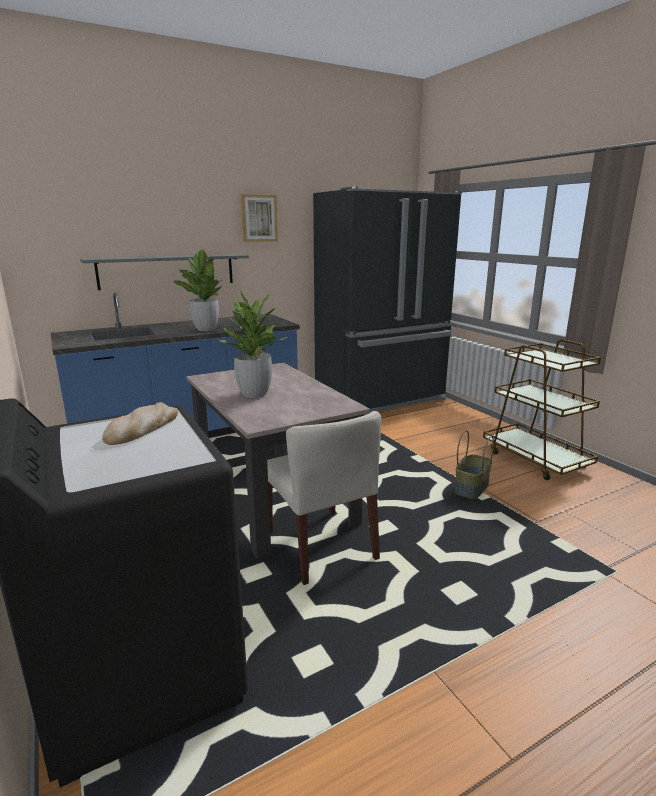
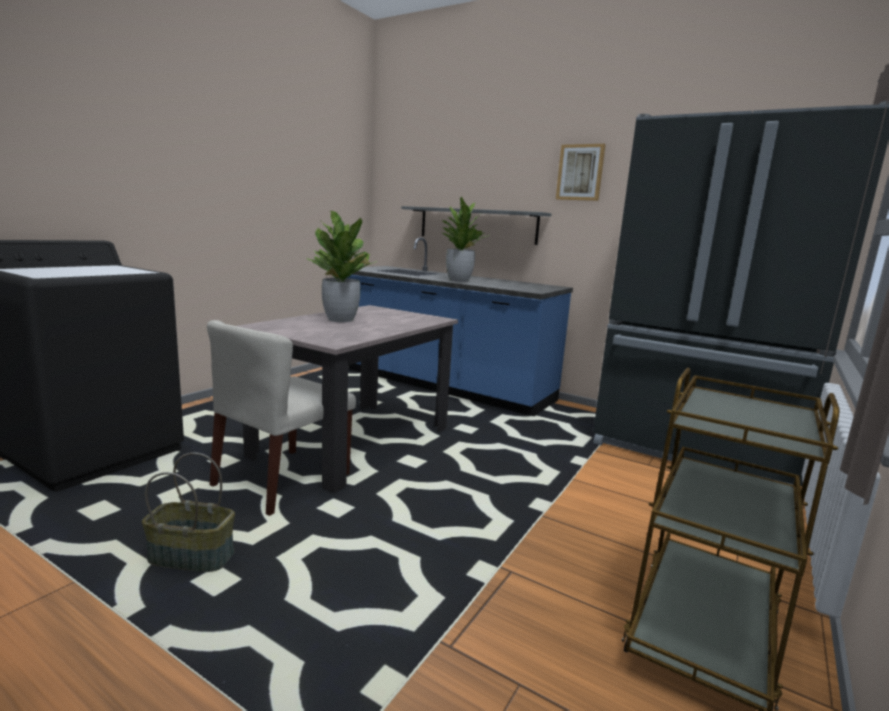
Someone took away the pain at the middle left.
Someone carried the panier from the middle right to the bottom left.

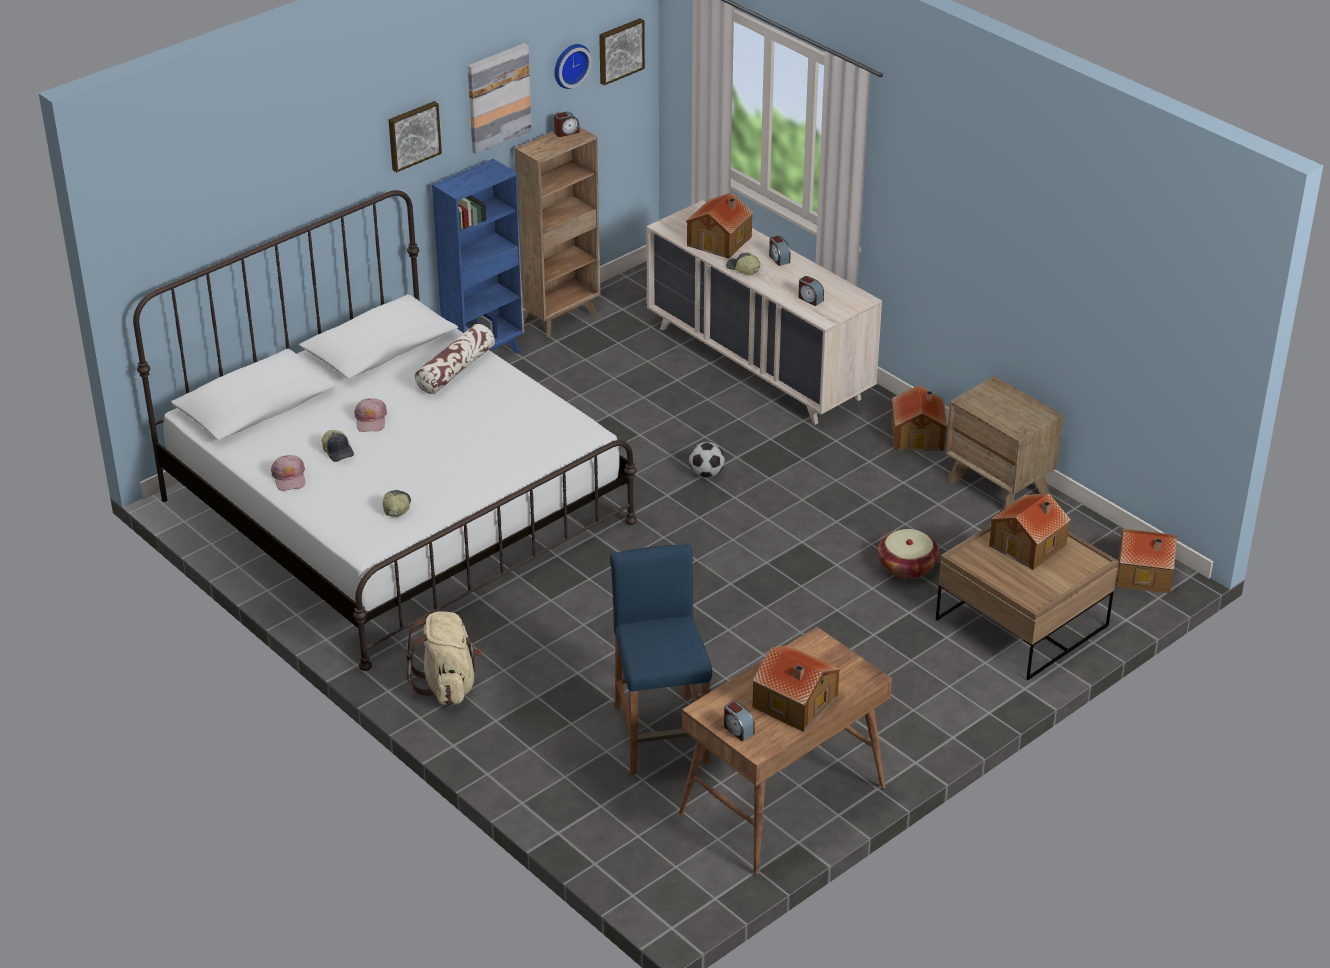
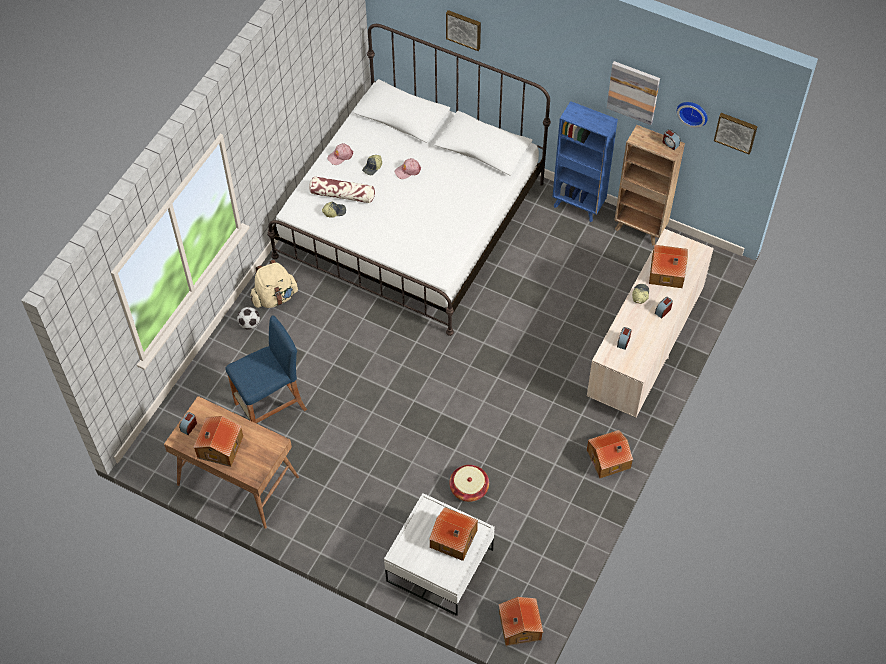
Someone carried the tableau (no. 1 from left) from the top left to the top centre.
Someone carried the coussin from the centre to the top centre.
Someone carried the ballon de foot from the centre to the middle left.
Someone repainted the table basse (marron) at the middle right, which became the table basse (blanc) at the bottom centre.
Someone took away the table de chevet (marron) at the middle right.

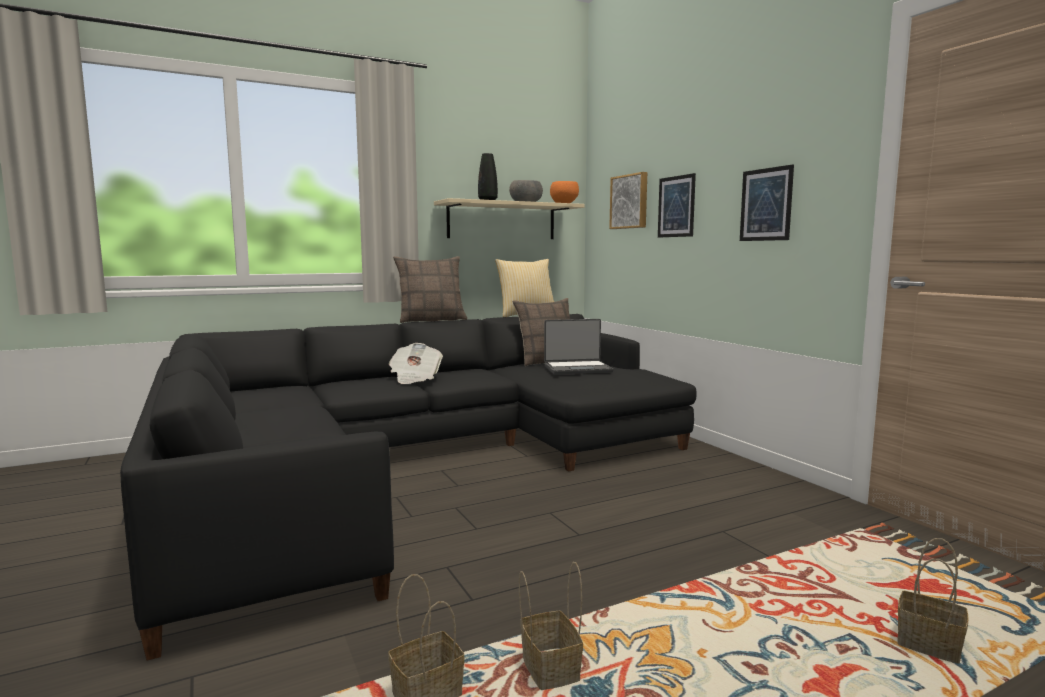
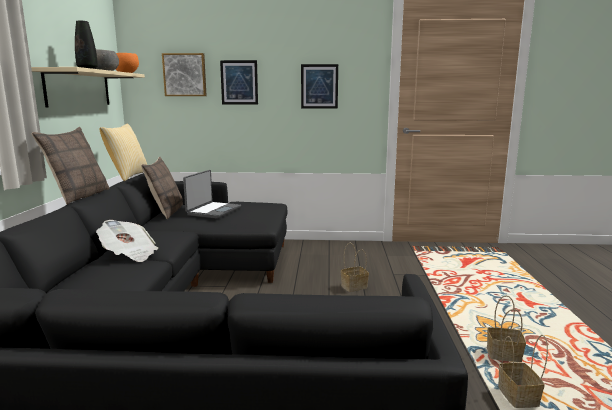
Someone carried the panier (no. 3 from left in the first image) from the bottom right to the centre.

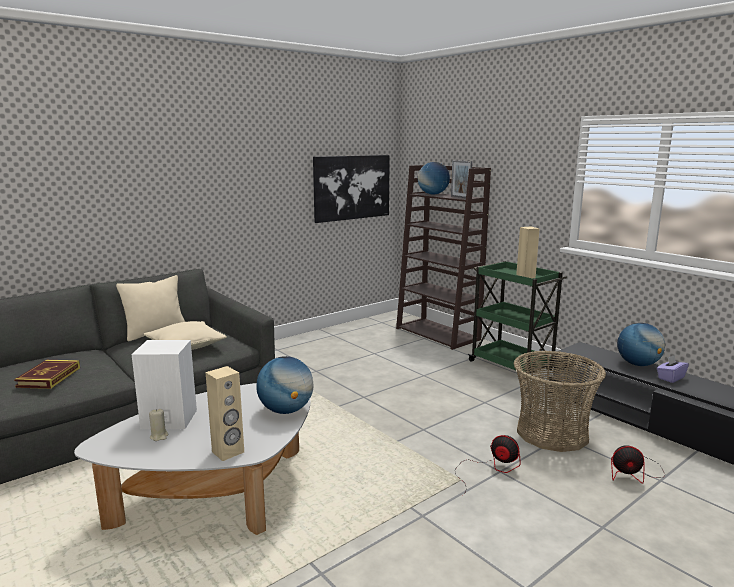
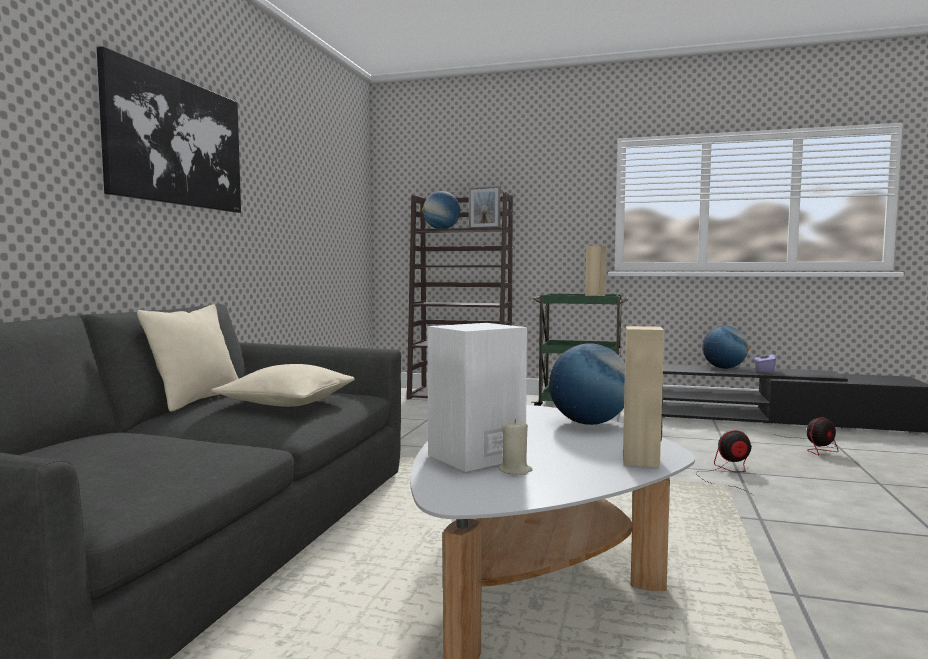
Someone took away the livre at the middle left.
Someone carried the tableau from the top centre to the top left.
Someone took away the panier at the bottom right.

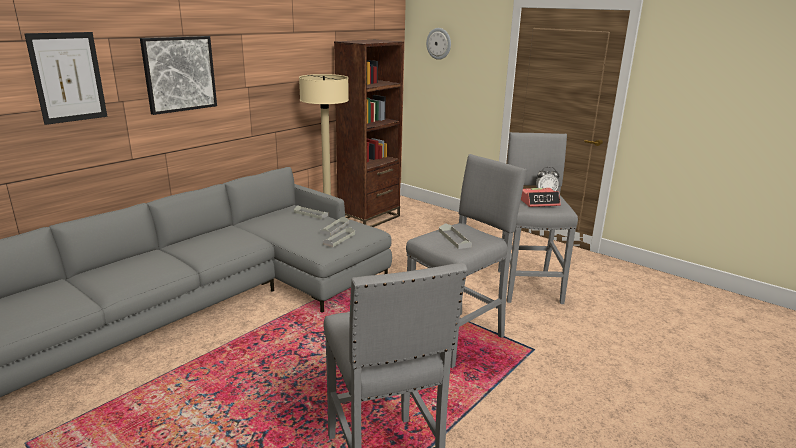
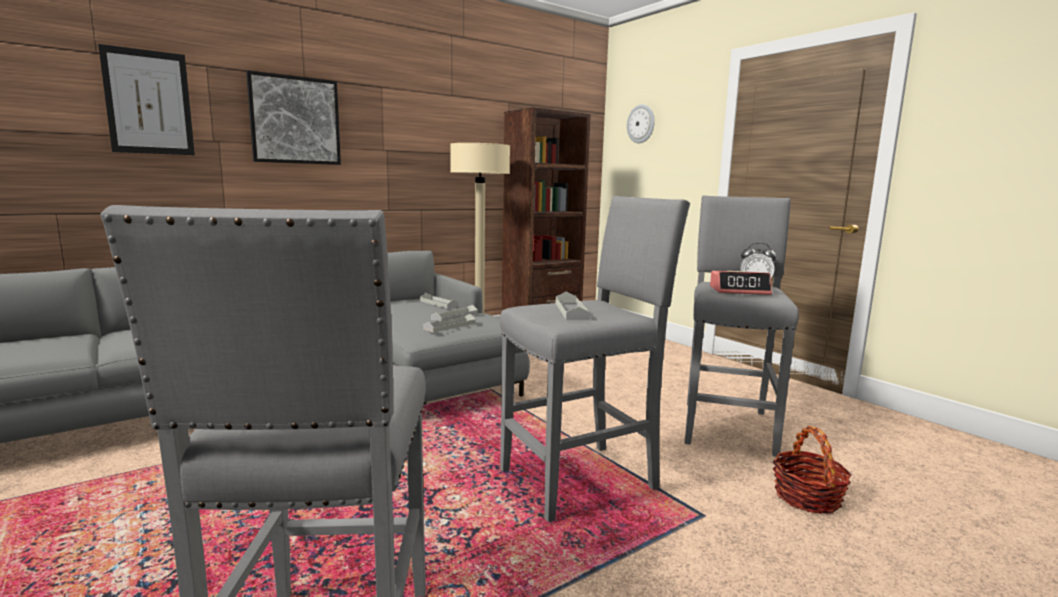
Someone put down the panier at the bottom right.

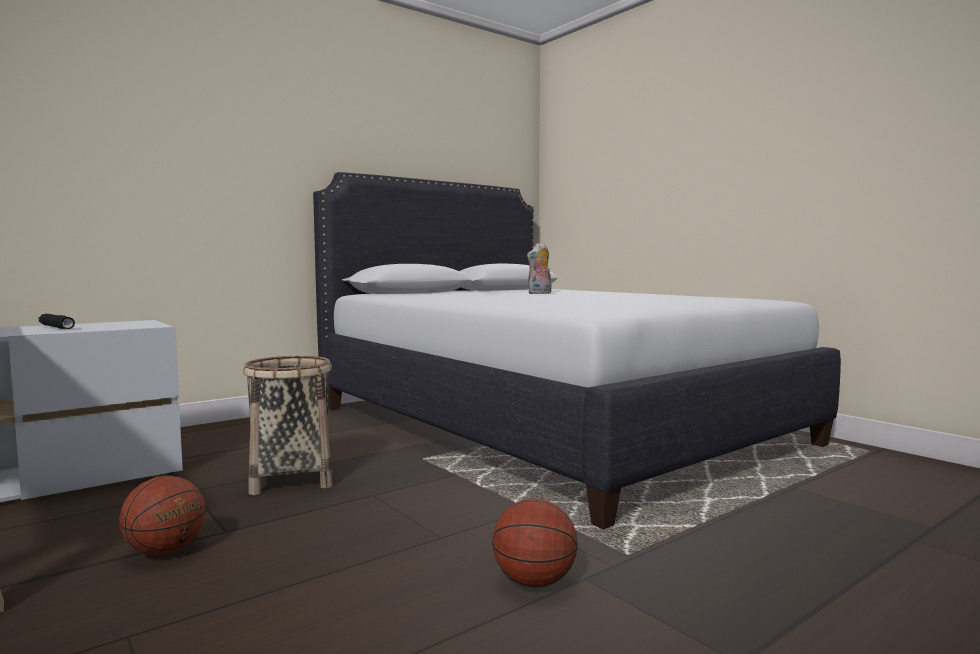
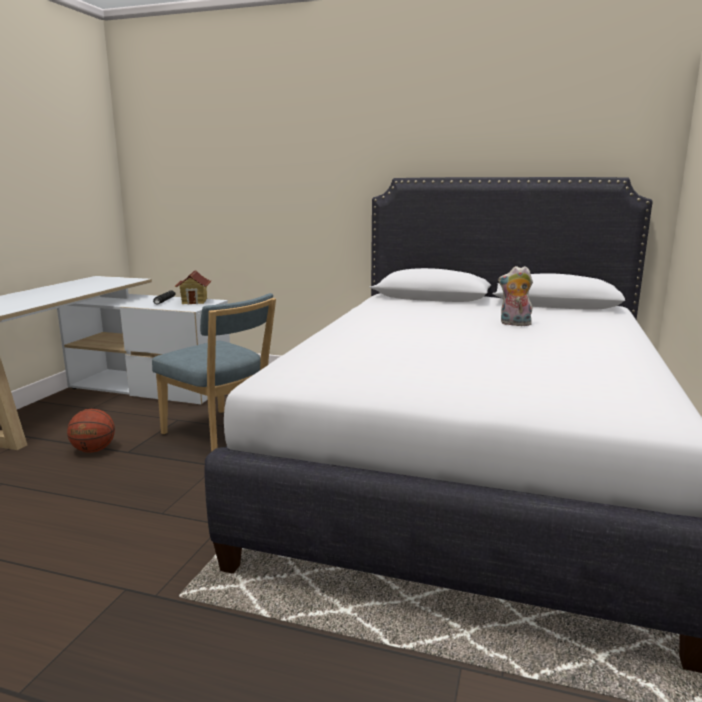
Someone swapped the panier at the middle left for the chaise (bleu) at the middle left.
Someone took away the ballon de basket (no. 2 from left) at the bottom centre.
Someone put down the maison miniature at the middle left.

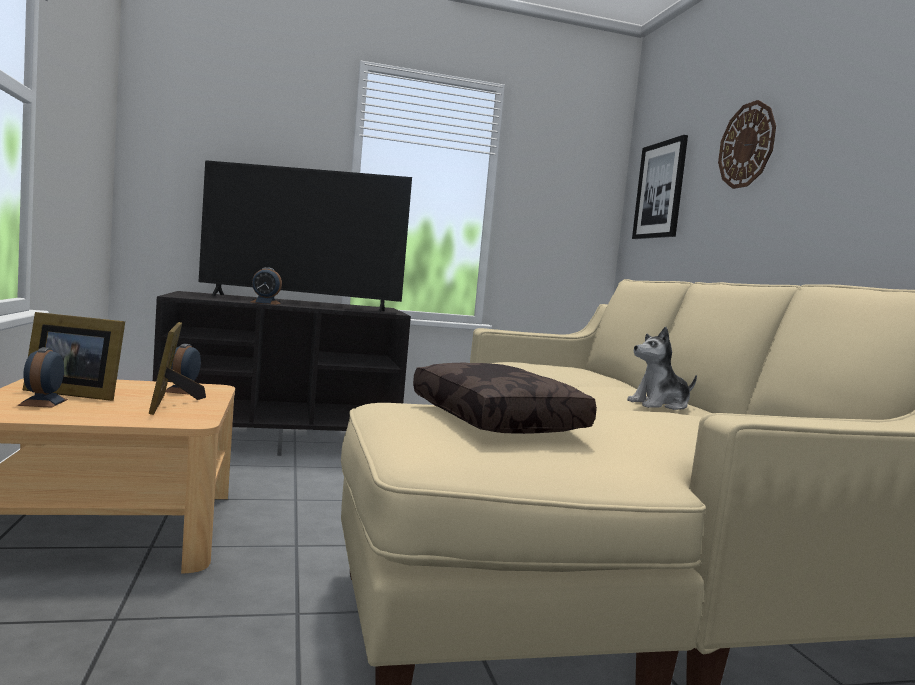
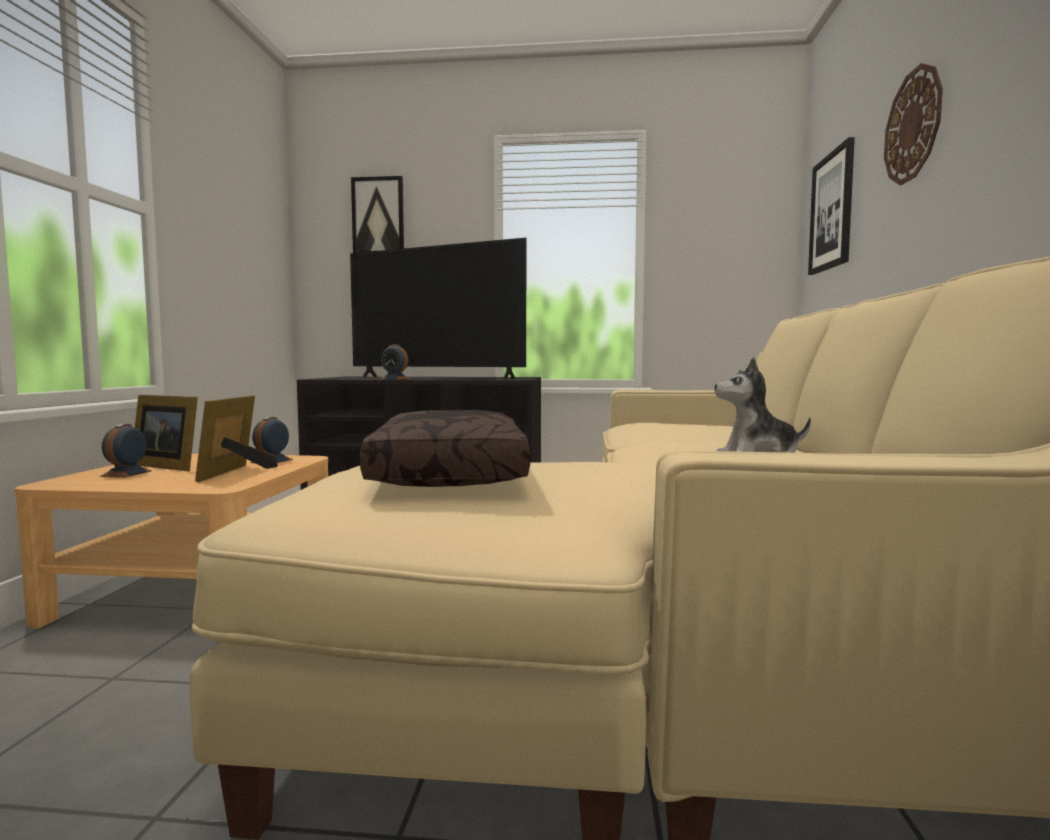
Someone put up the tableau (no. 1 from left) at the top centre.

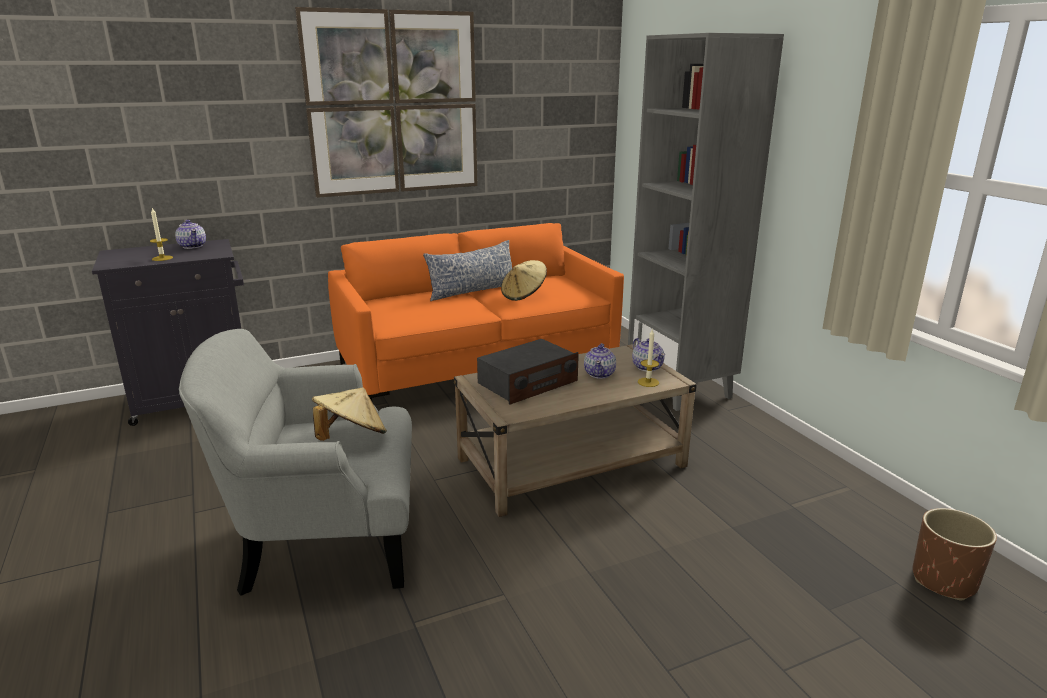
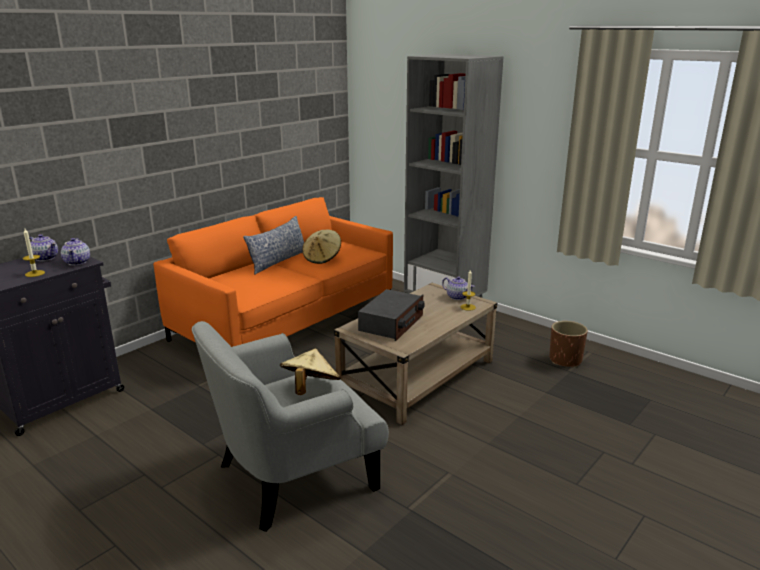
Someone took away the tableau at the top centre.
Someone carried the théière (no. 2 from left) from the centre to the middle left.
Someone carried the cache-pot (marron) from the bottom right to the middle right.

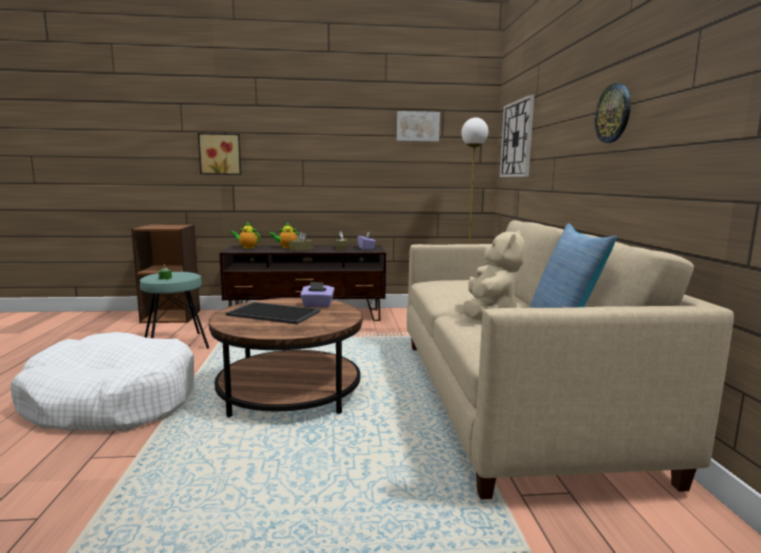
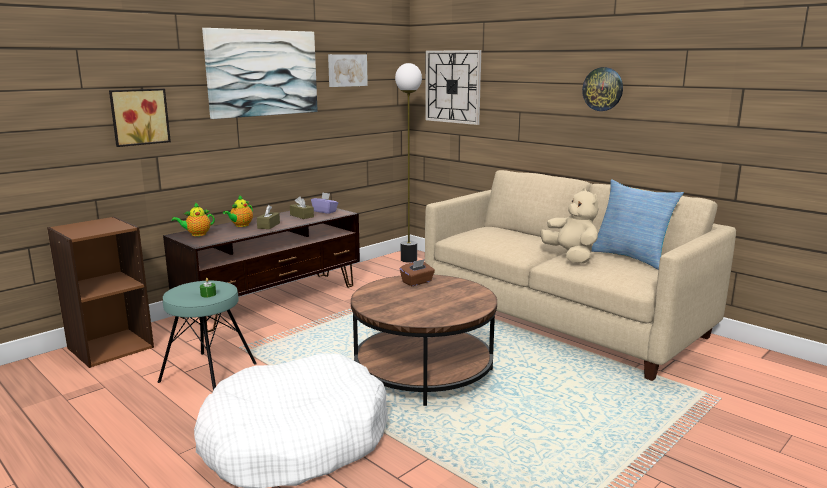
Someone took away the plateau at the centre.
Someone repainted the boîte à mouchoirs (violet) (no. 1 from left) at the centre, which became the boîte à mouchoirs (marron) (no. 3 from left) at the centre.
Someone put up the tableau (no. 2 from left) at the top left.

